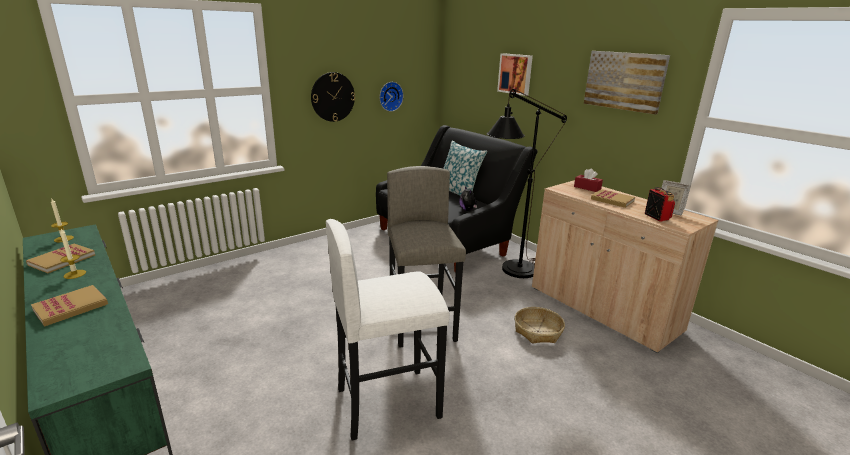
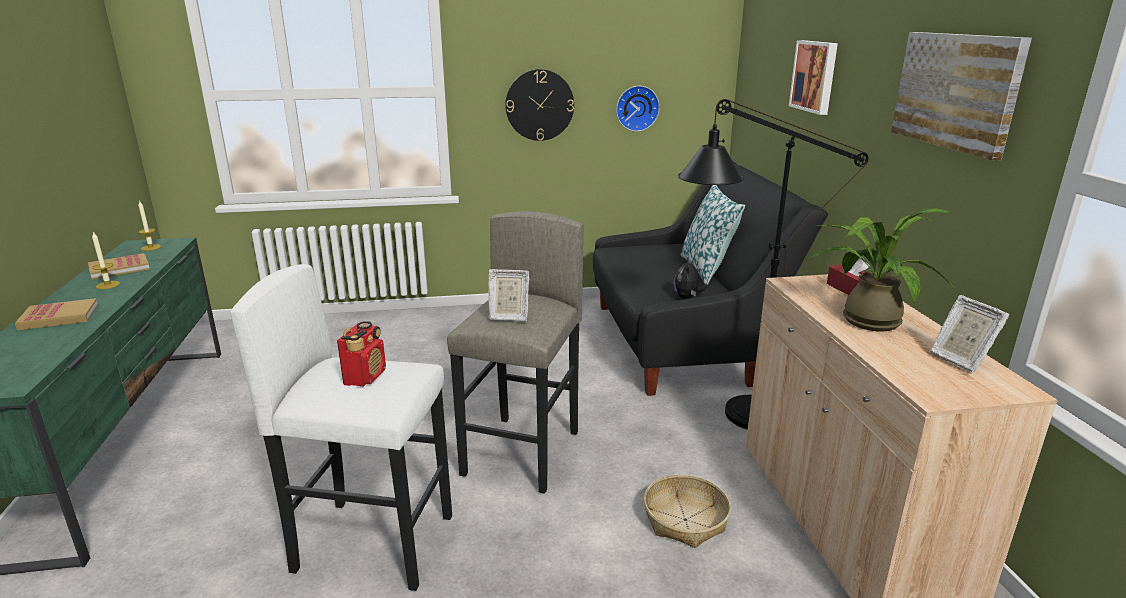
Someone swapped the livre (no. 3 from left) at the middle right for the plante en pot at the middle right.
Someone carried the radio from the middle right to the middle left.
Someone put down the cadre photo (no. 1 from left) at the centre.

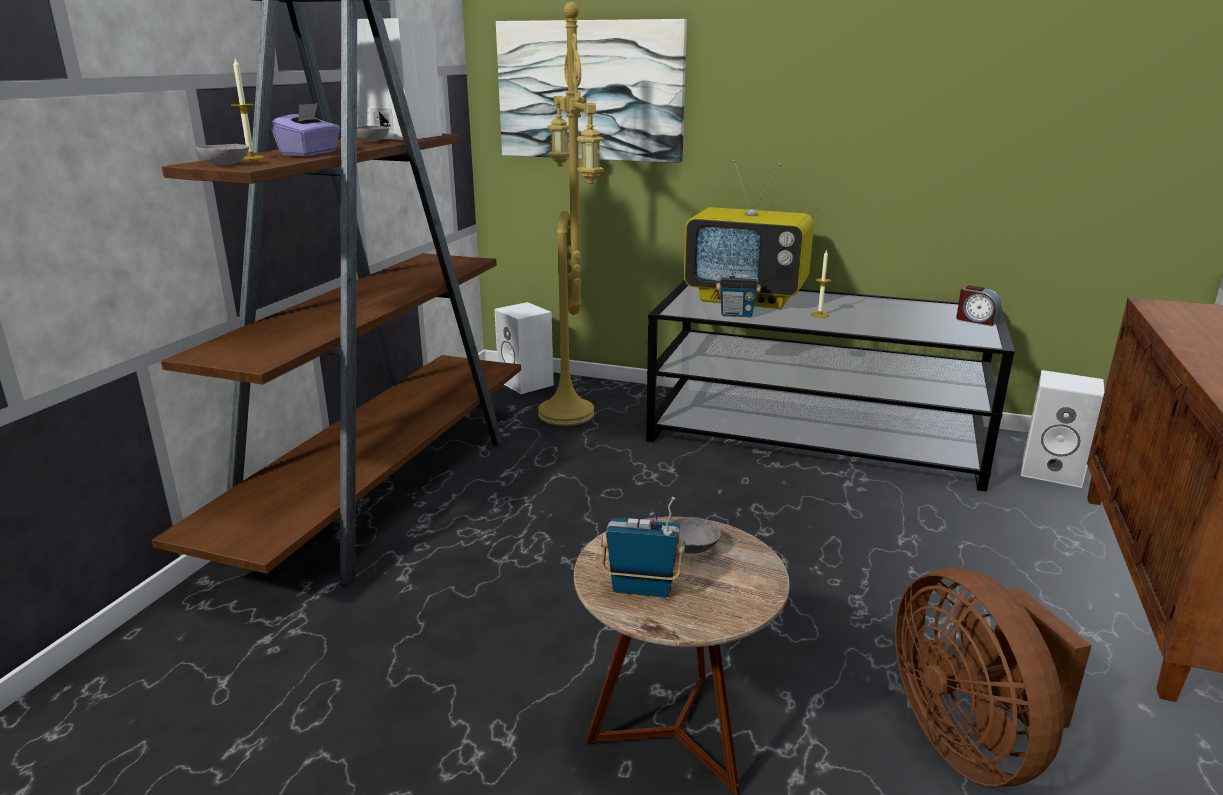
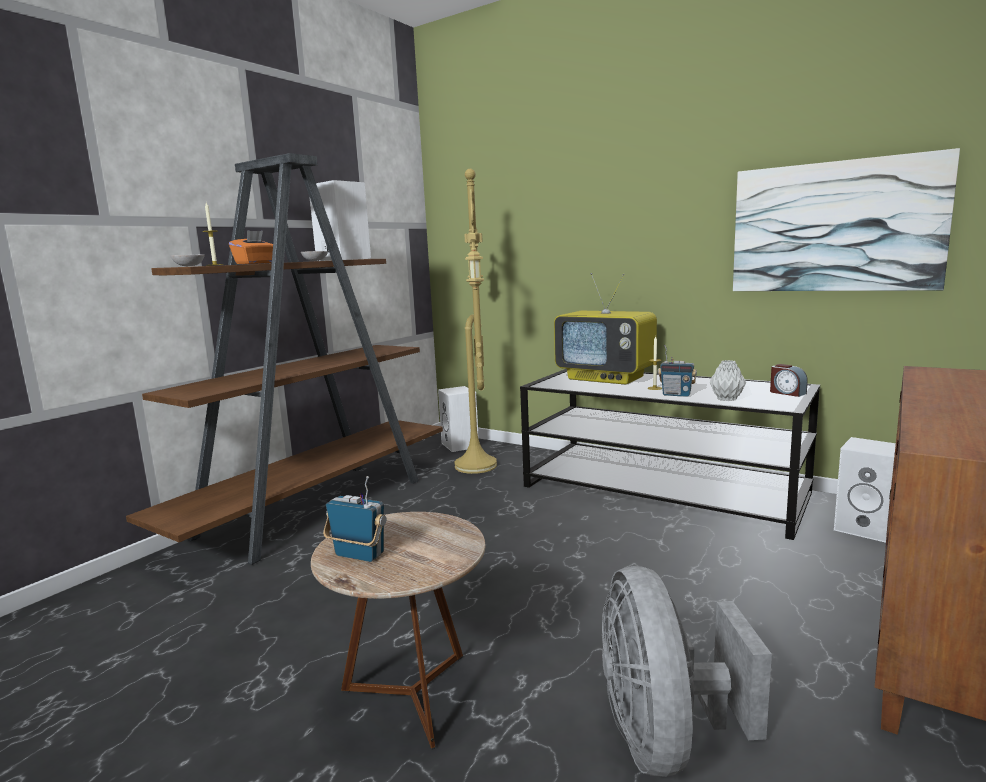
Someone repainted the boîte à mouchoirs (violet) at the top left, which became the boîte à mouchoirs (orange) at the top left.
Someone carried the tableau from the top centre to the top right.
Someone took away the bol (gris) (no. 3 from left) at the bottom centre.
Someone carried the radio (no. 2 from left) from the centre to the middle right.
Someone repainted the ventilateur (marron) at the bottom right, which became the ventilateur (gris) at the bottom right.
Someone put down the vase (gris) at the middle right.

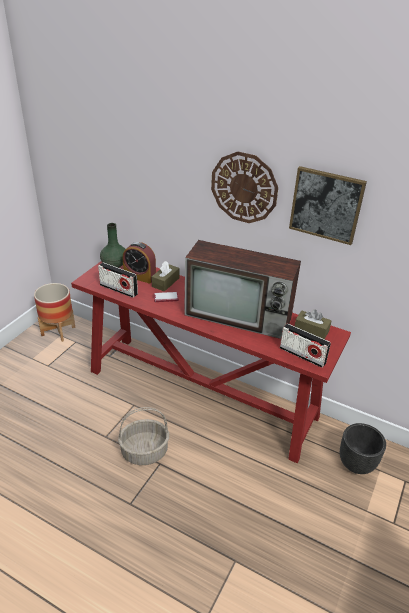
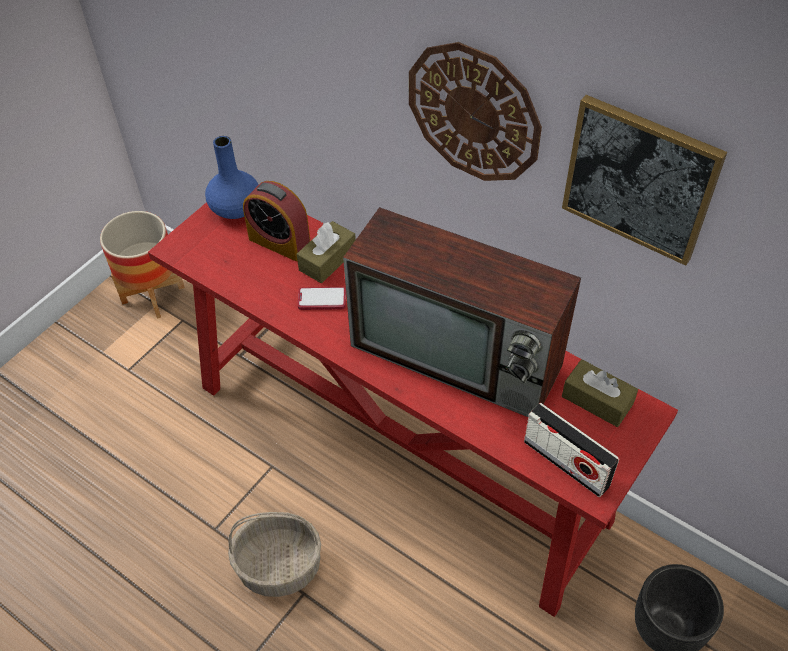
Someone took away the radio (no. 1 from left) at the middle left.
Someone repainted the vase (vert) at the middle left, which became the vase (bleu) at the top left.

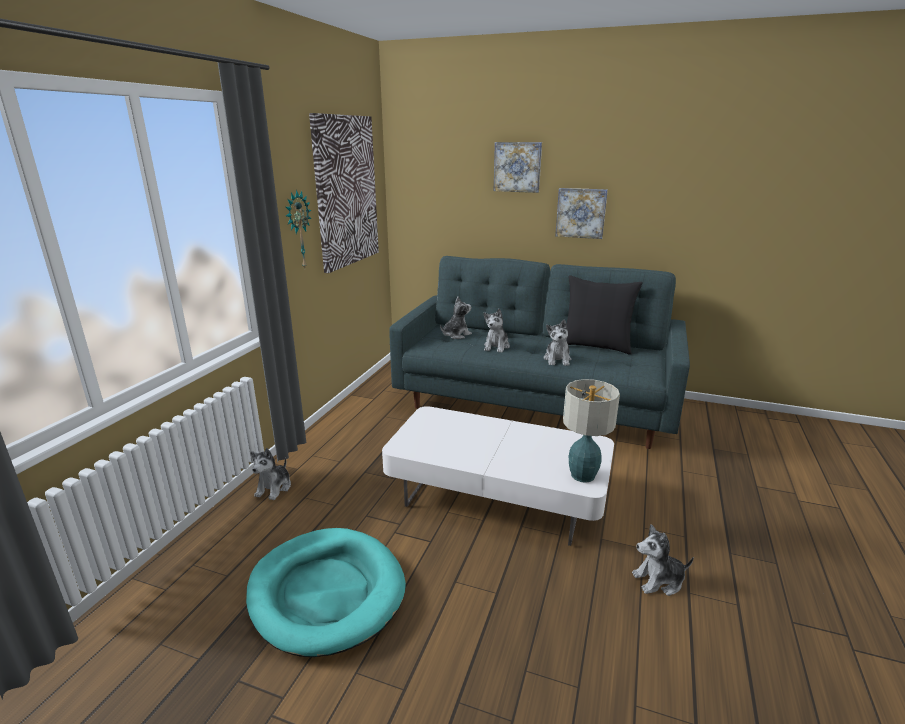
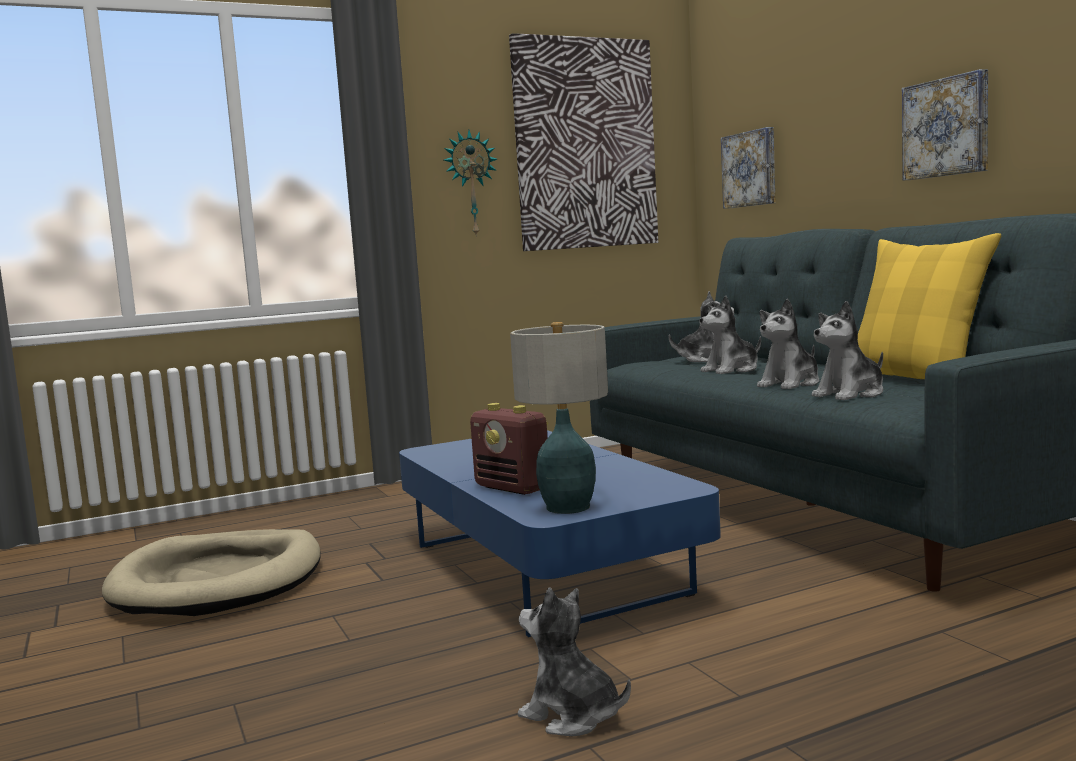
Someone repainted the panier pour chien (turquoise) at the bottom centre, which became the panier pour chien (beige) at the bottom left.
Someone carried the peluche (no. 1 from left in the first image) from the middle left to the middle right.
Someone repainted the table basse (blanc) at the centre, which became the table basse (bleu) at the bottom centre.
Someone carried the tableau (no. 2 from left) from the top centre to the top right.
Someone repainted the coussin (noir) at the middle right, which became the coussin (jaune) at the middle right.
Someone put down the radio at the centre.

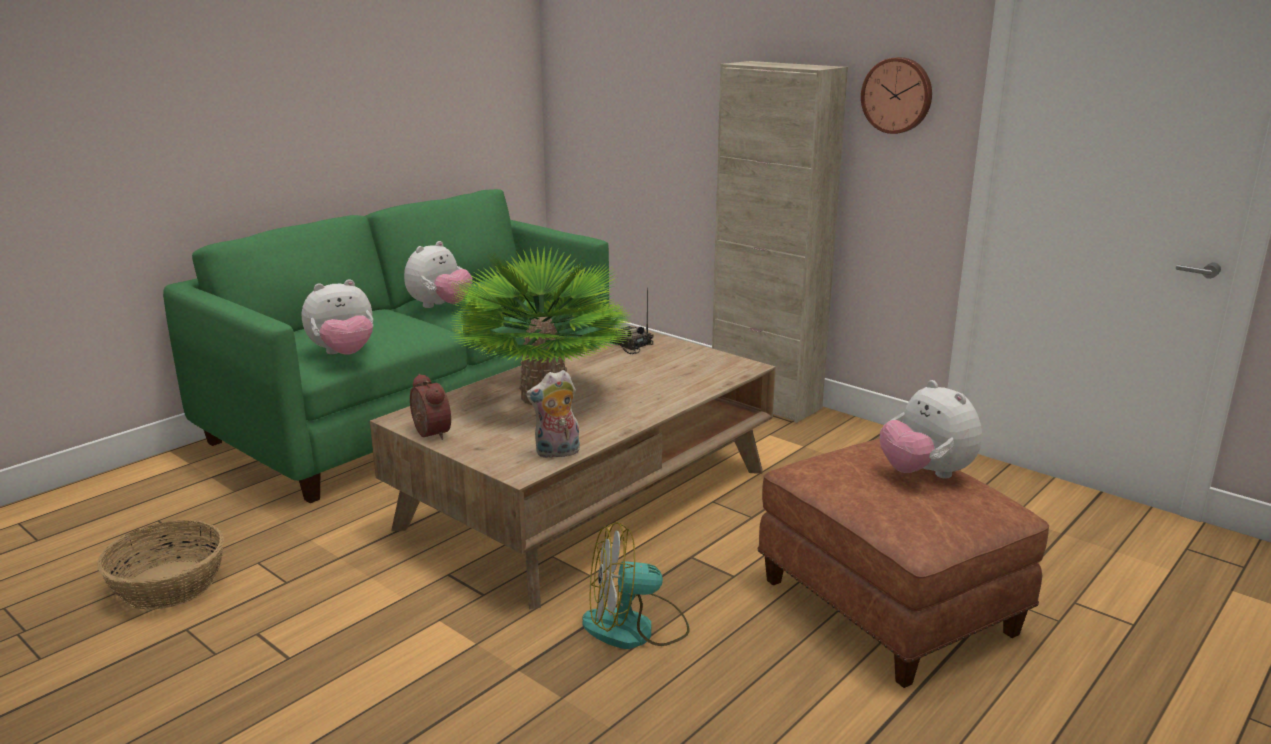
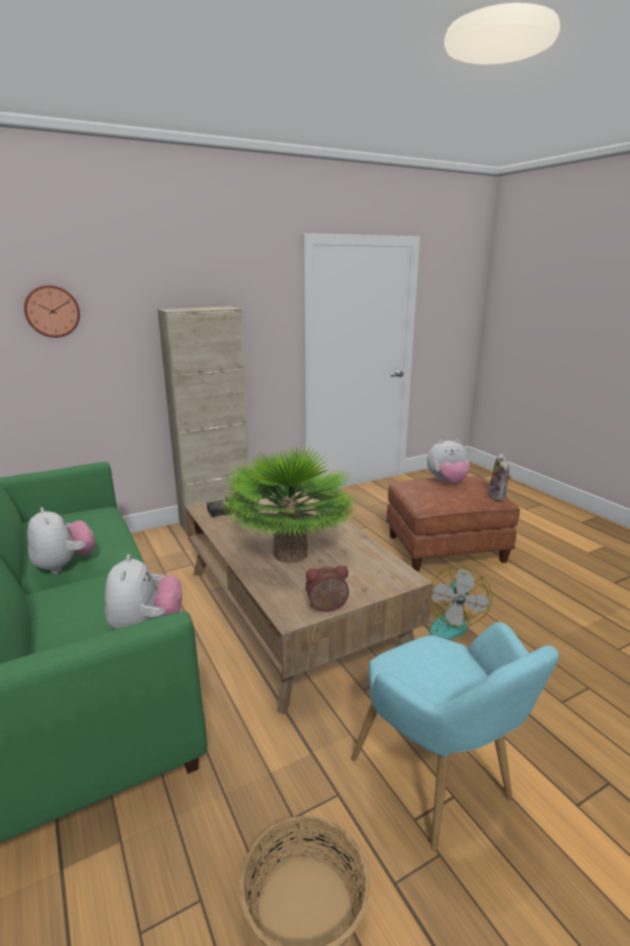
Someone carried the peluche (no. 3 from left in the first image) from the centre to the middle right.
Someone carried the horloge murale from the top right to the top left.
Someone put down the fauteuil (turquoise) at the bottom right.

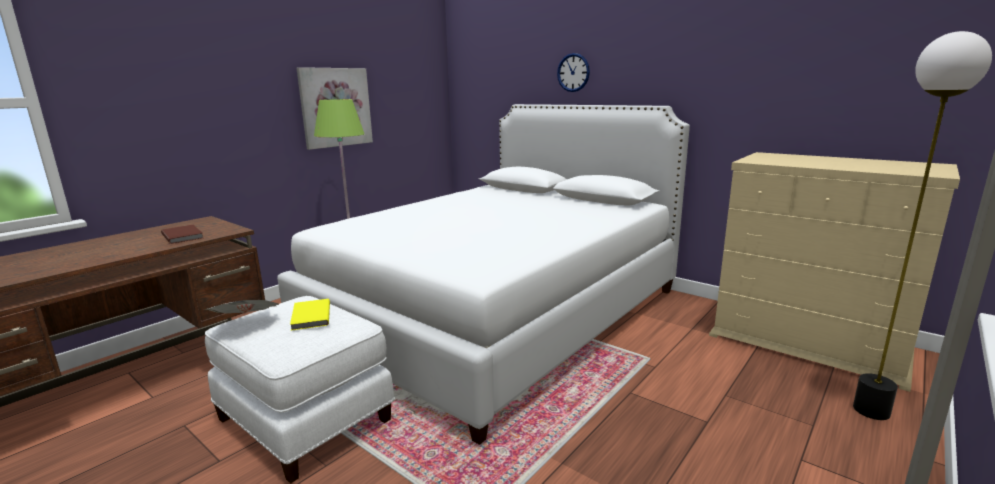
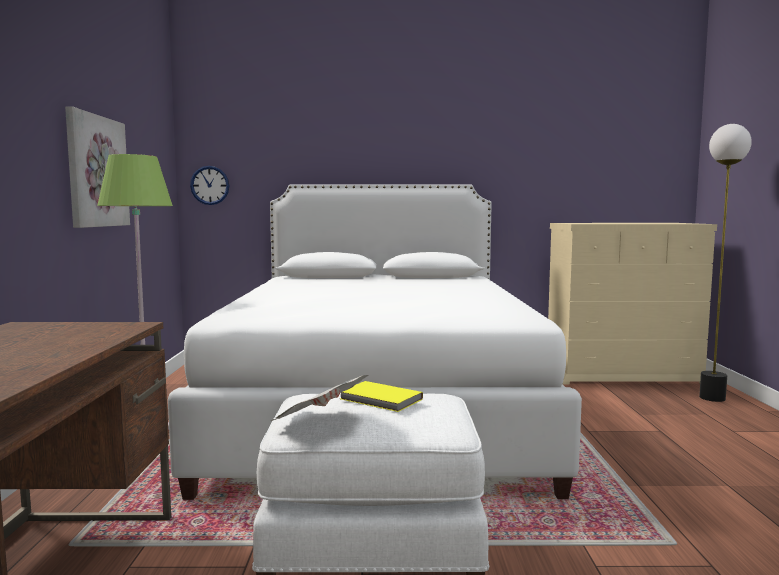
Someone took away the livre (marron) at the middle left.
Someone carried the horloge murale from the top centre to the top left.

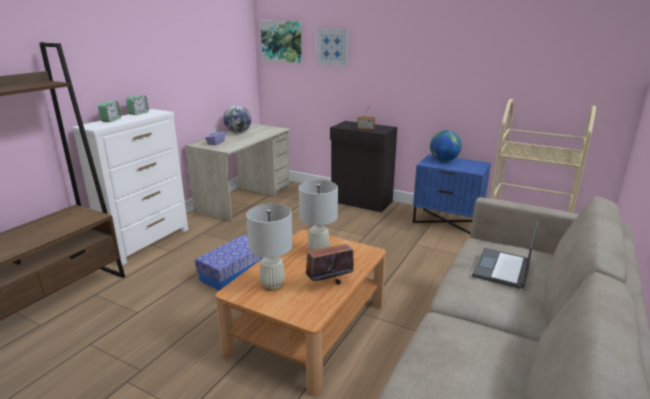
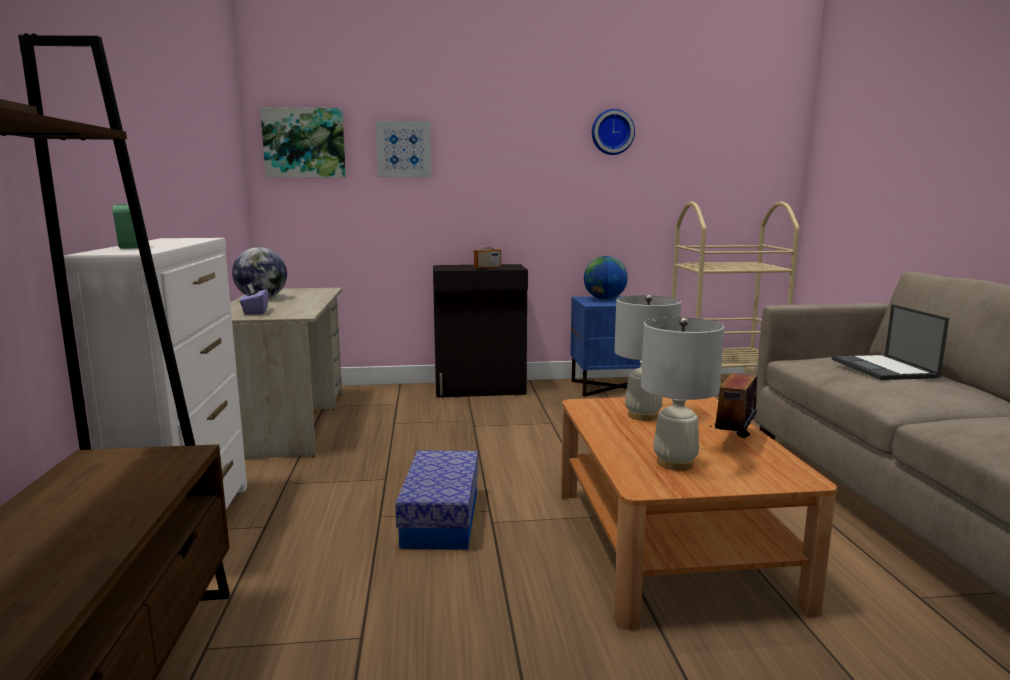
Someone took away the réveil (no. 2 from left) at the top left.
Someone put up the horloge murale at the top centre.

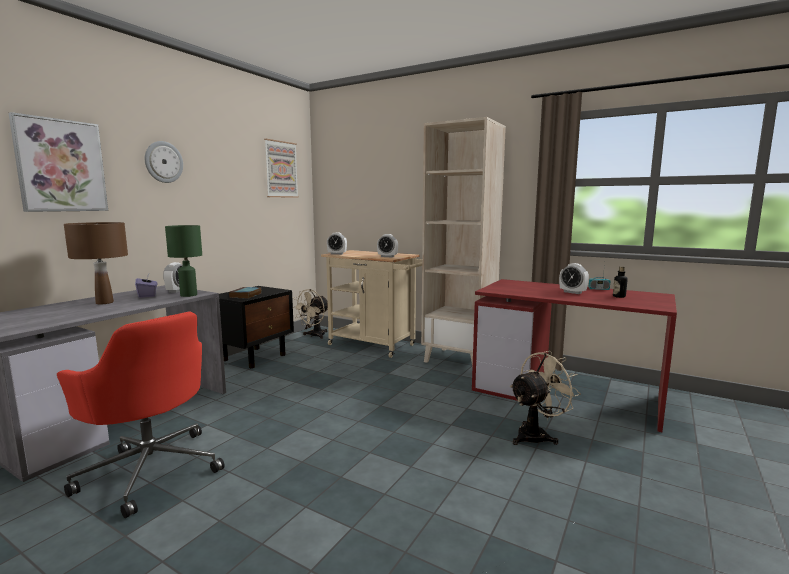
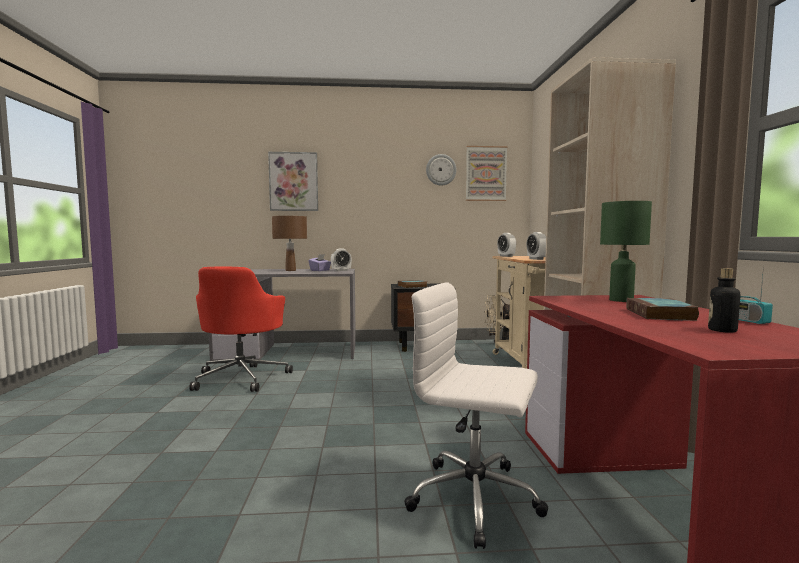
Someone carried the horloge murale from the top left to the top centre.
Someone carried the lampe de table (vert) from the middle left to the middle right.
Someone swapped the ventilateur (beige) (no. 2 from left) at the bottom right for the chaise de bureau (blanc) at the bottom centre.
Someone swapped the réveil (no. 4 from left) at the middle right for the livre (no. 2 from left) at the middle right.

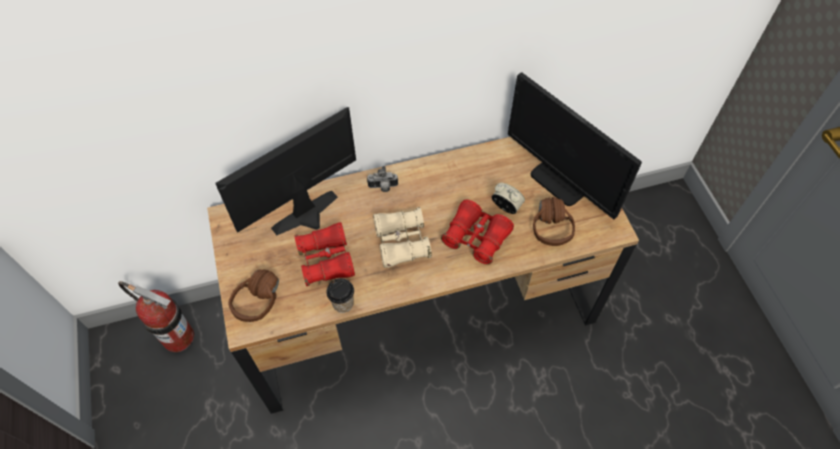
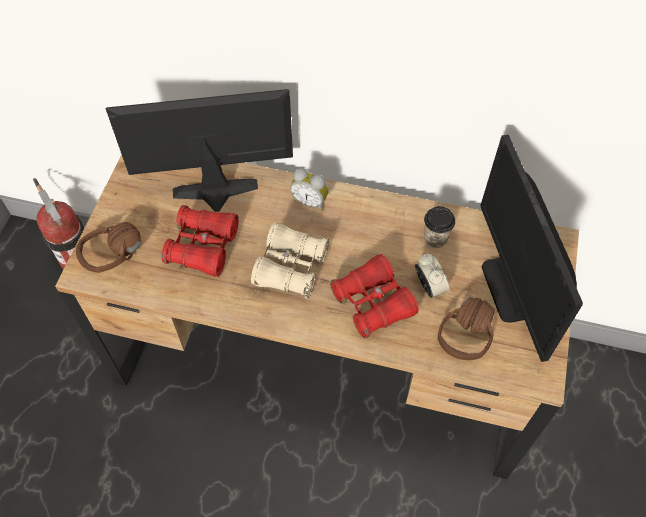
Someone carried the tasse from the centre to the middle right.
Someone swapped the appareil photo at the centre for the réveil (no. 1 from left) at the centre.

